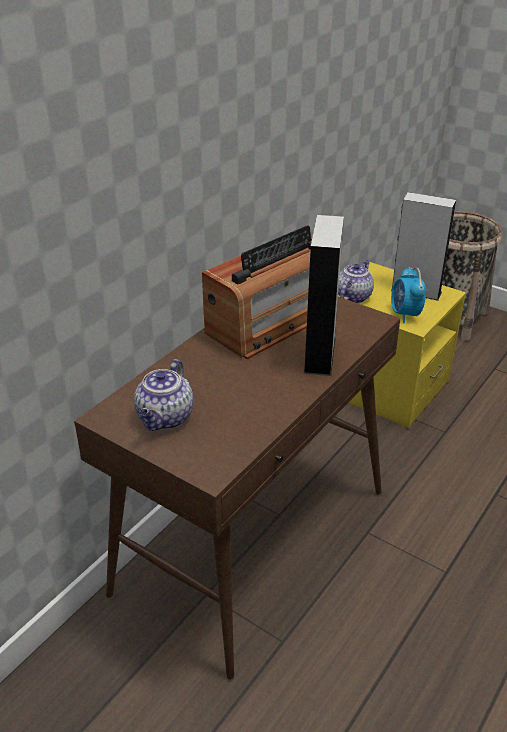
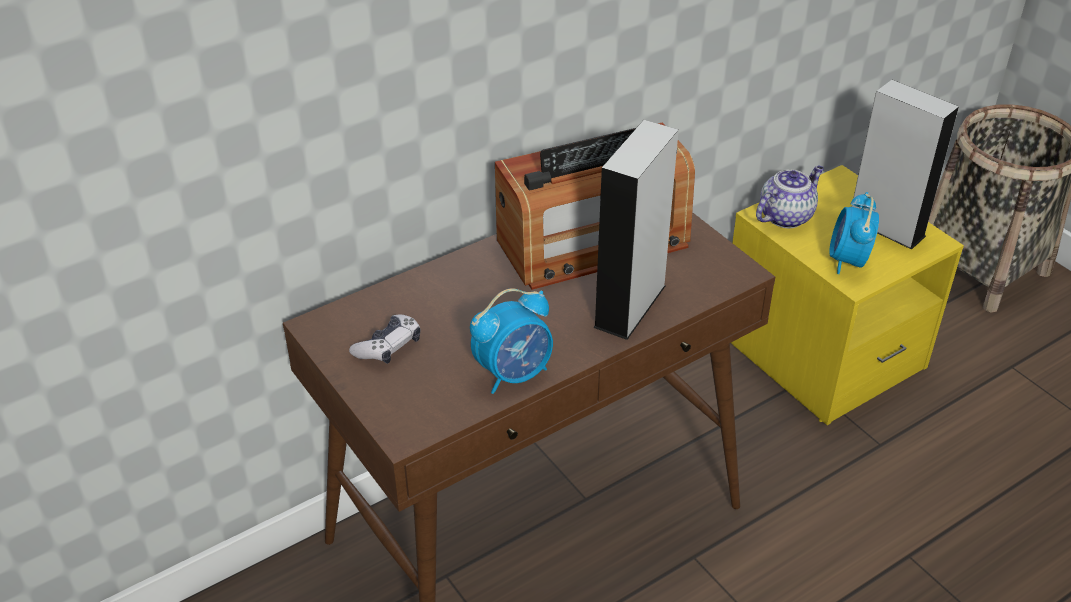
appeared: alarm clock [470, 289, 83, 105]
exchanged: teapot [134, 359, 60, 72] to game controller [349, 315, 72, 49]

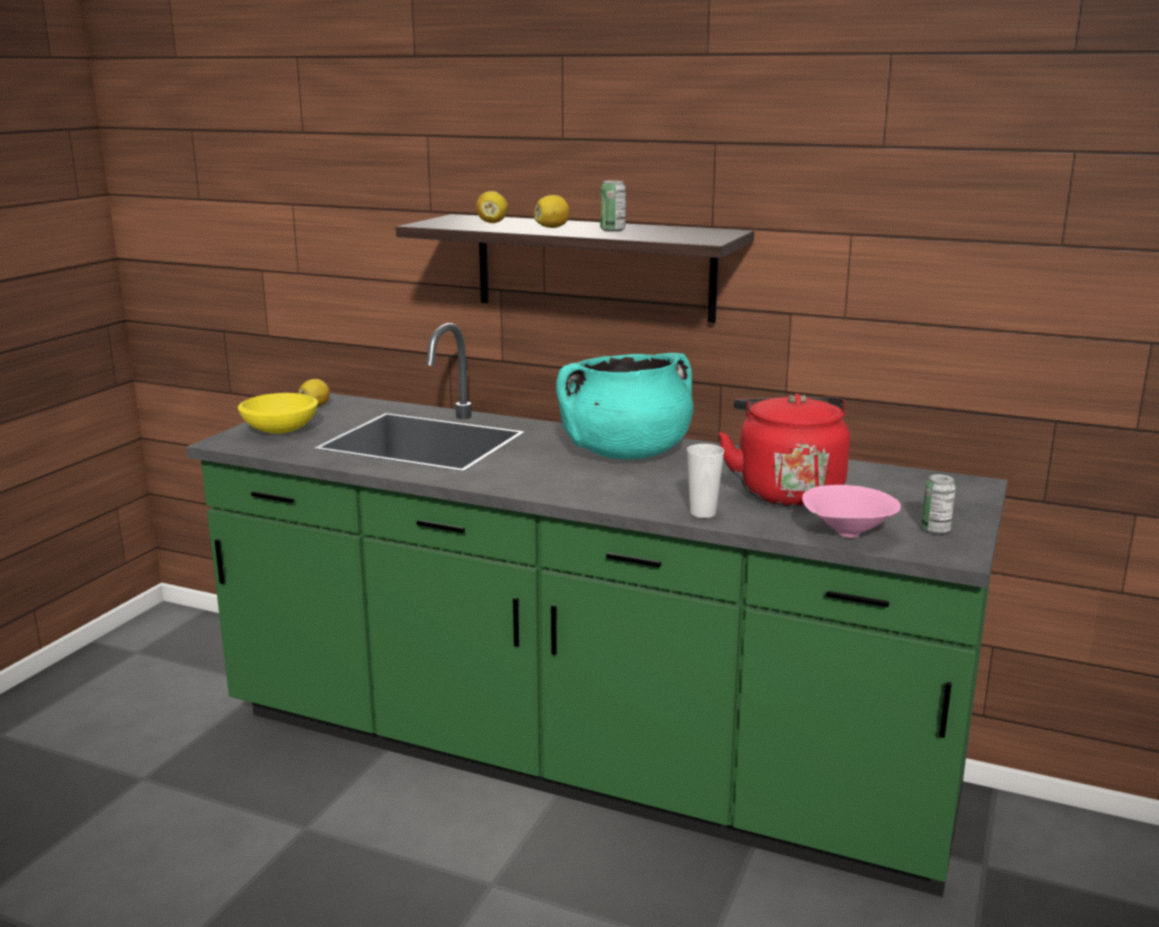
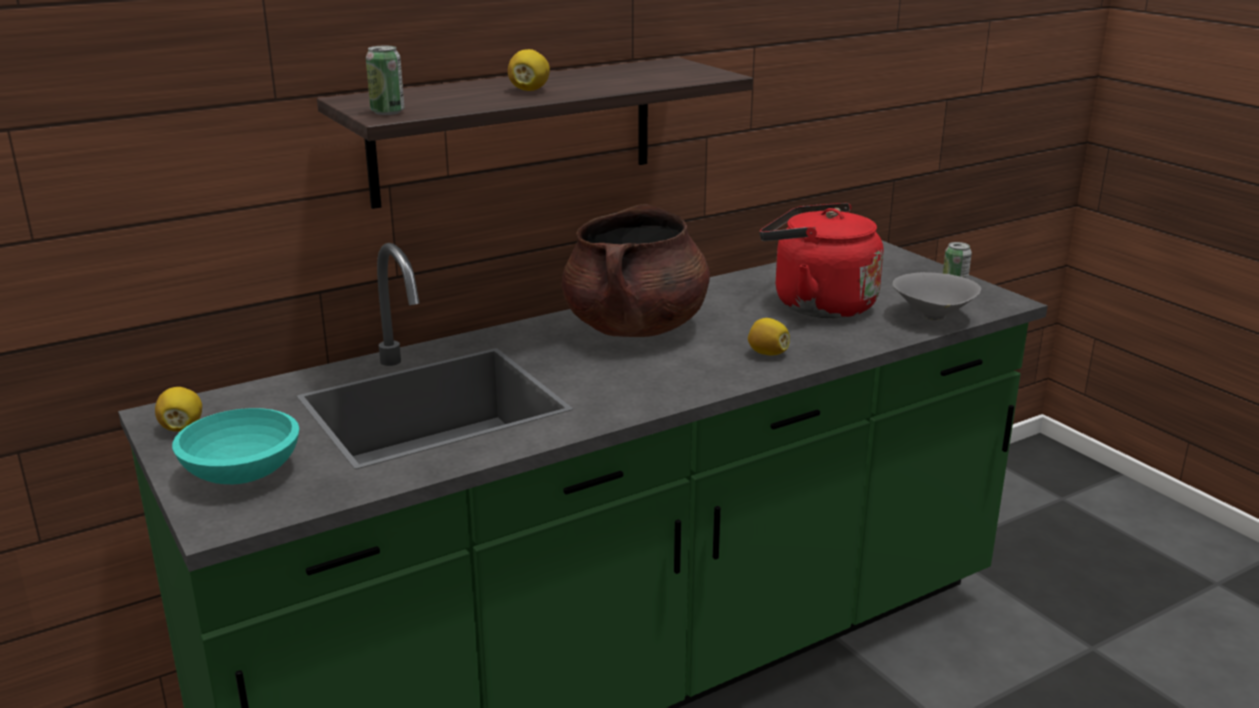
missing: cup [687, 444, 37, 74]
relocated: lemon [476, 191, 32, 32] to [748, 318, 42, 37]; can [600, 181, 26, 51] to [366, 46, 38, 69]
colour: bowl/yellow [238, 393, 80, 41] to bowl/turquoise [172, 408, 127, 76]; cooking pot/turquoise [556, 353, 138, 106] to cooking pot/brown [562, 204, 148, 133]; bowl/pink [802, 485, 99, 53] to bowl/grey [892, 272, 89, 48]

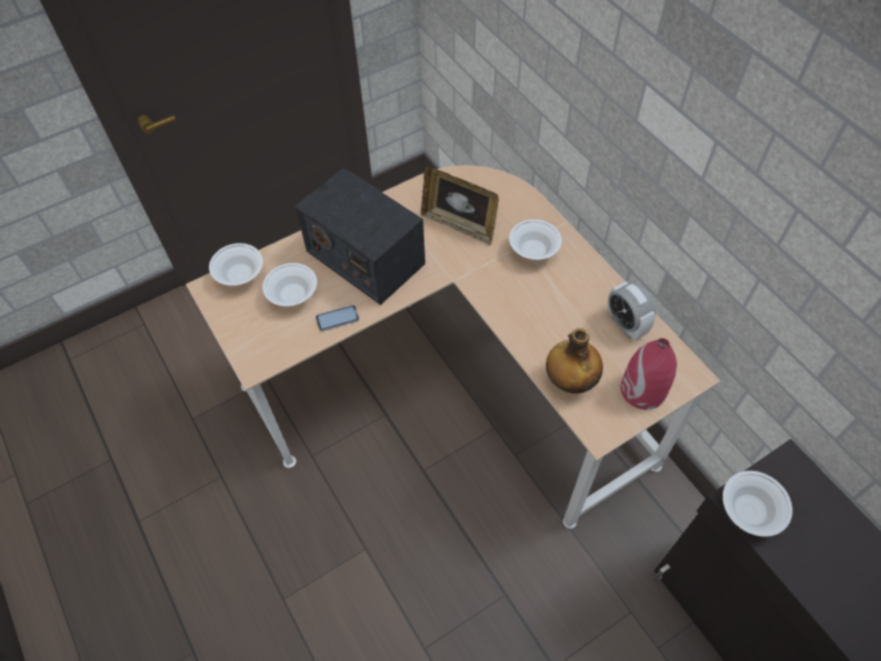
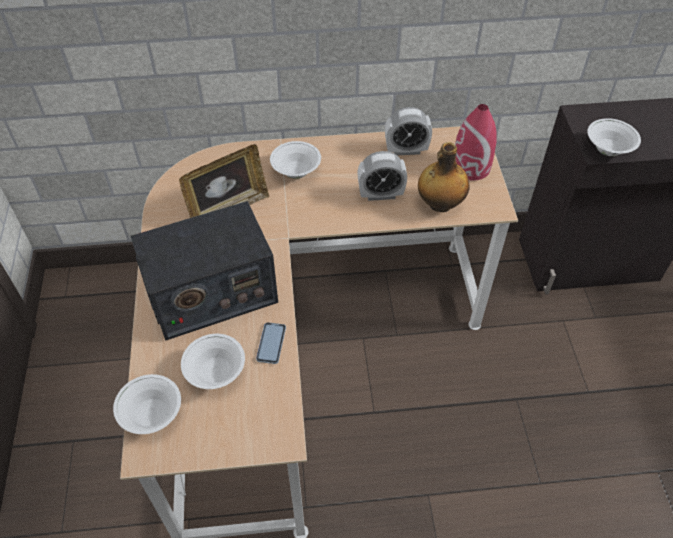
appeared: alarm clock [358, 151, 49, 50]

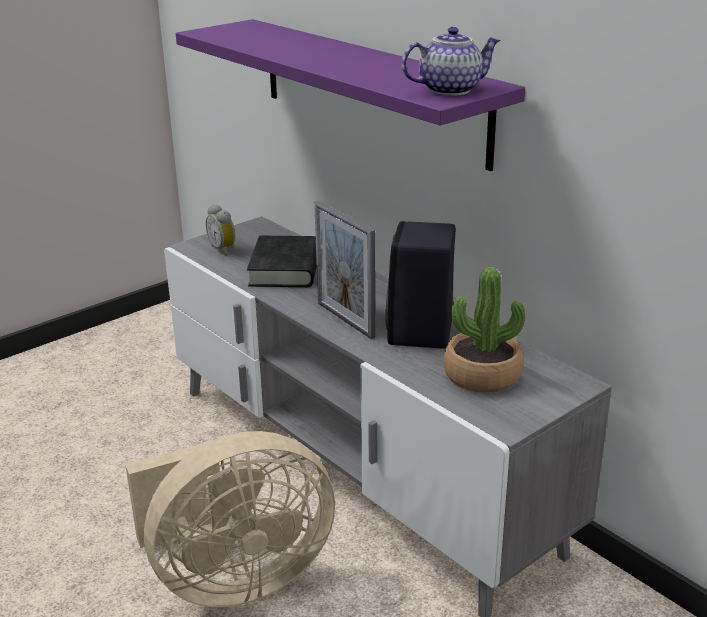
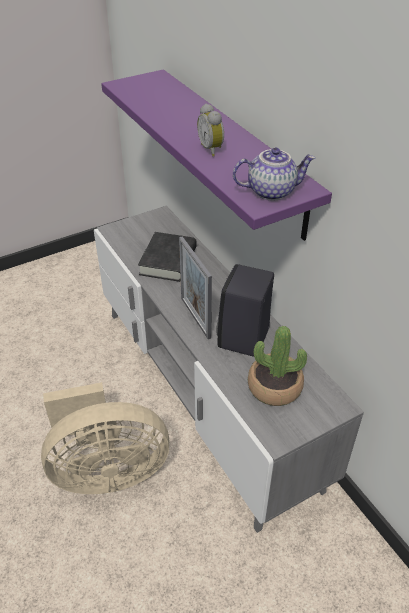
relocated: alarm clock [206, 204, 29, 52] to [197, 103, 27, 53]

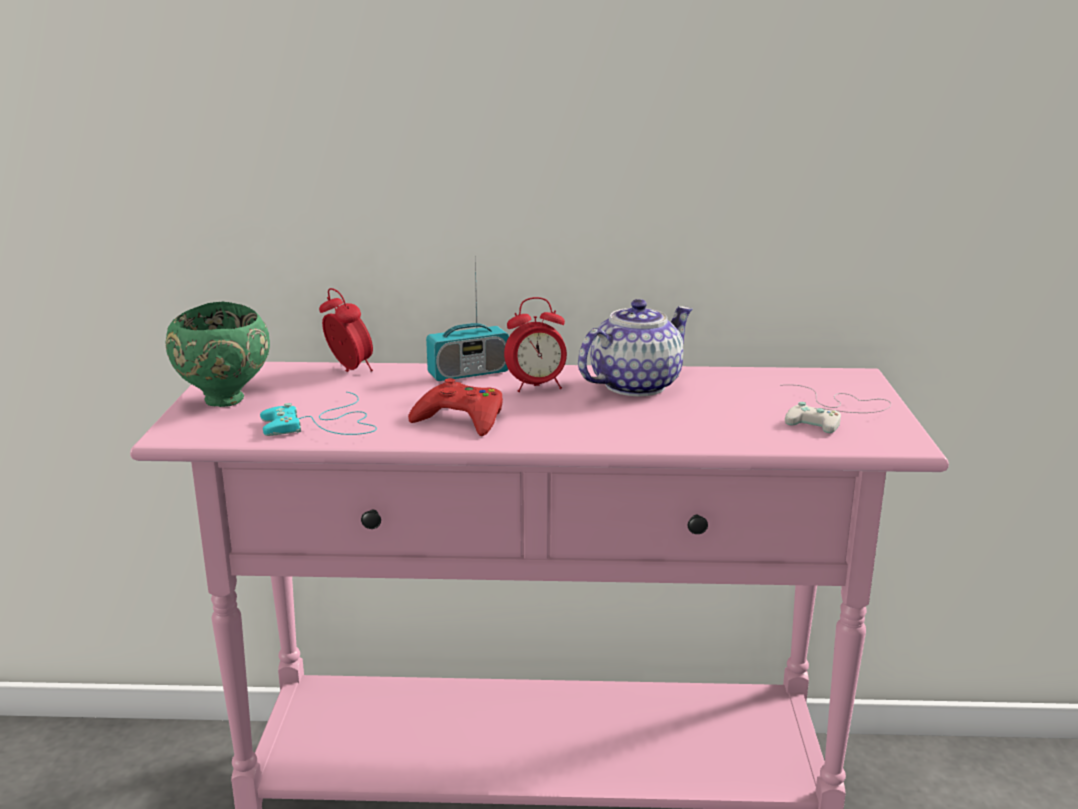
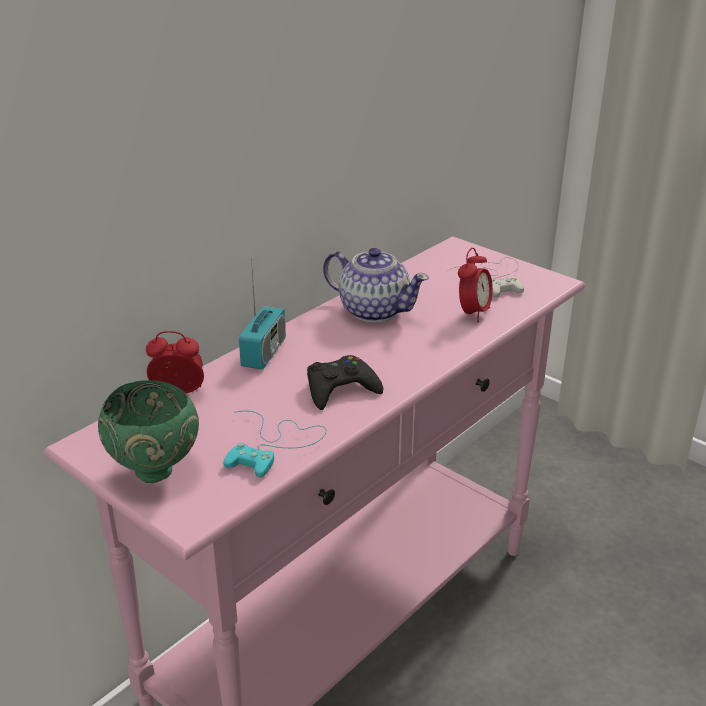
relocated: alarm clock [504, 297, 63, 95] to [458, 248, 35, 74]
colour: game controller/red [408, 378, 95, 58] to game controller/black [307, 355, 76, 55]
spun: teapot [578, 299, 115, 98] = [323, 248, 106, 74] 120 degrees clockwise

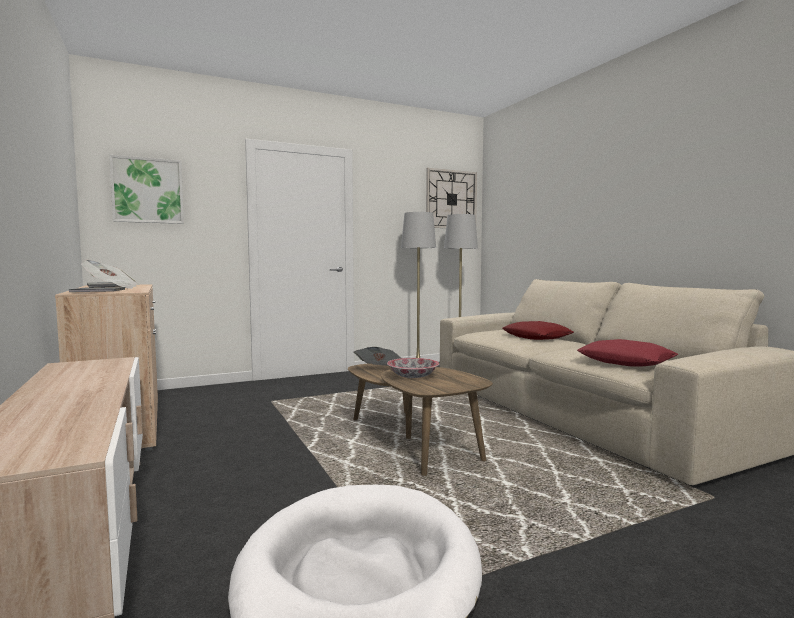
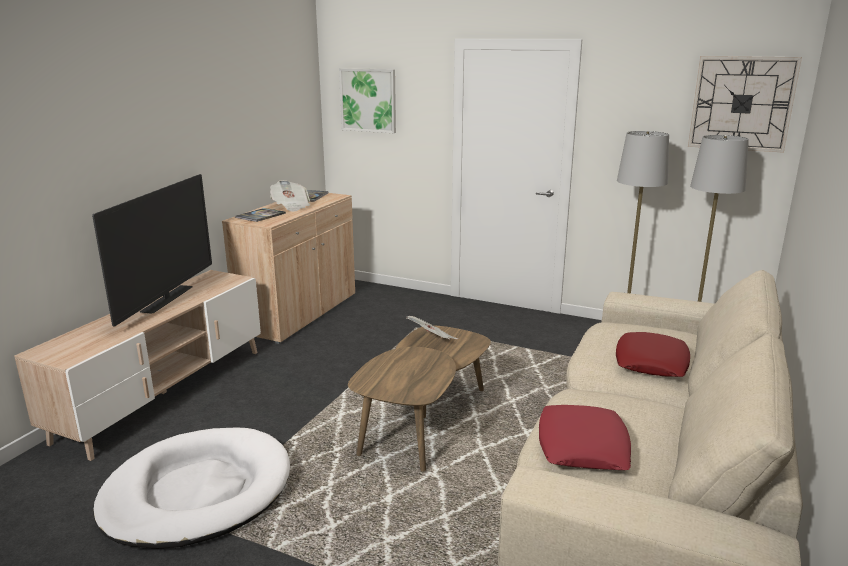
missing: bowl [387, 358, 52, 20]
appeared: television [92, 174, 120, 153]

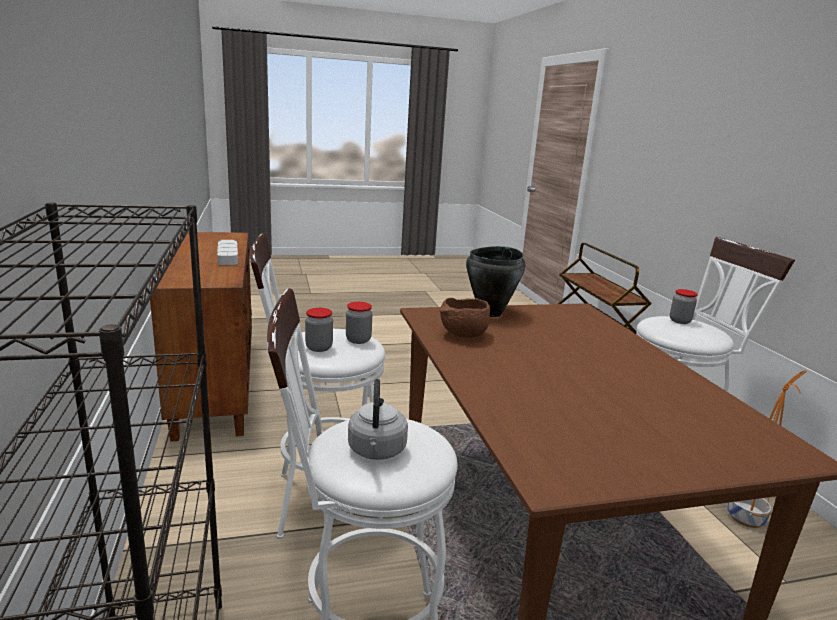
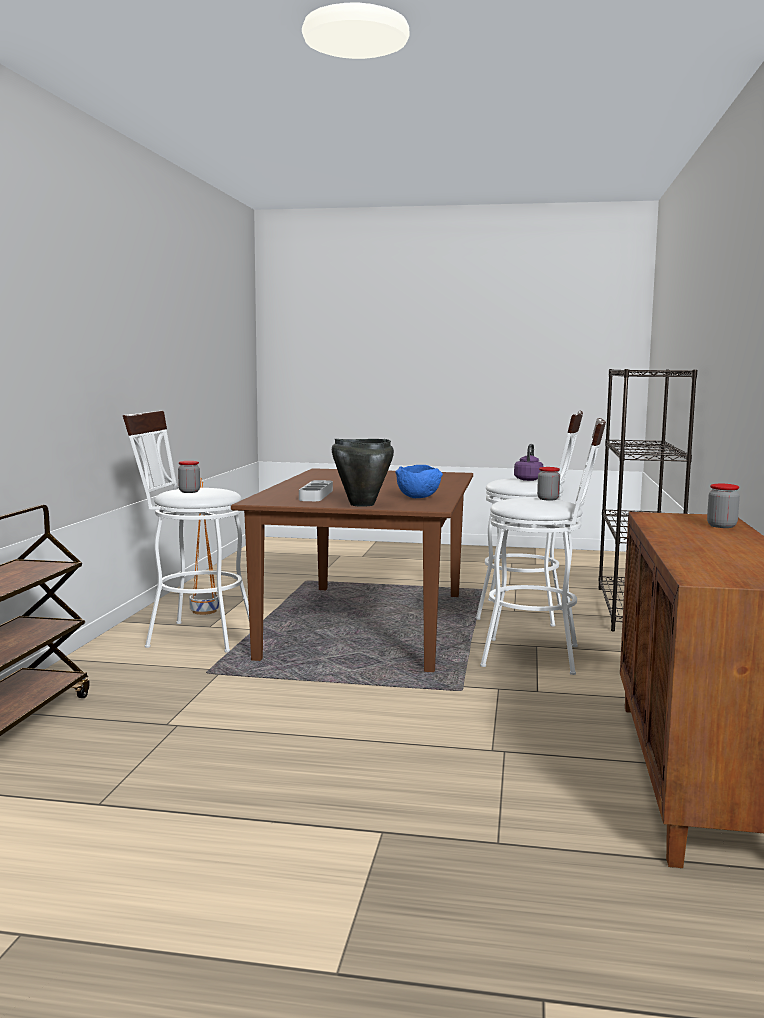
relocated: tray/grey [217, 240, 21, 25] to [299, 480, 34, 21]; jar [346, 302, 26, 42] to [707, 484, 33, 44]
colour: kettle/grey [348, 379, 60, 81] to kettle/purple [514, 444, 30, 37]; bowl/brown [439, 298, 51, 40] to bowl/blue [395, 465, 48, 33]

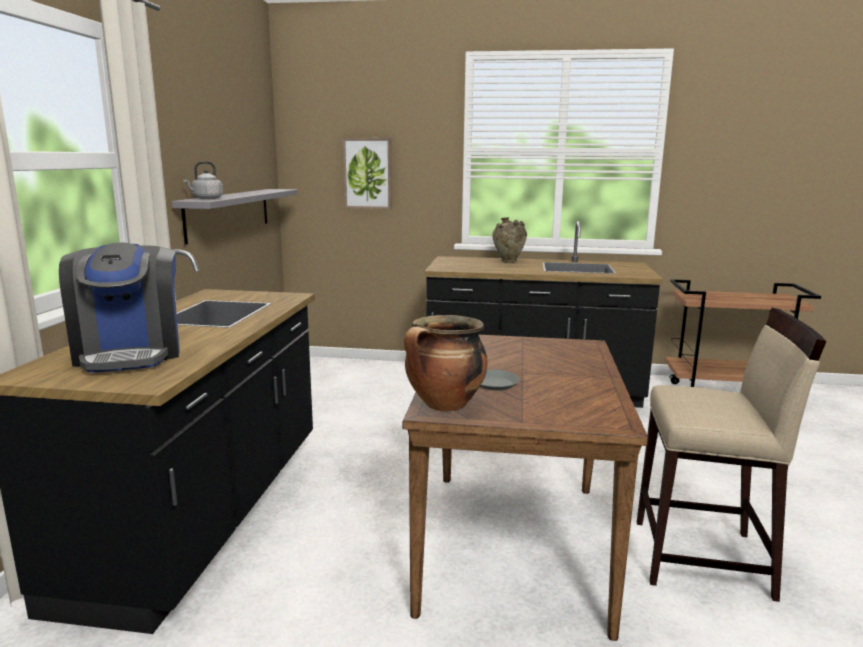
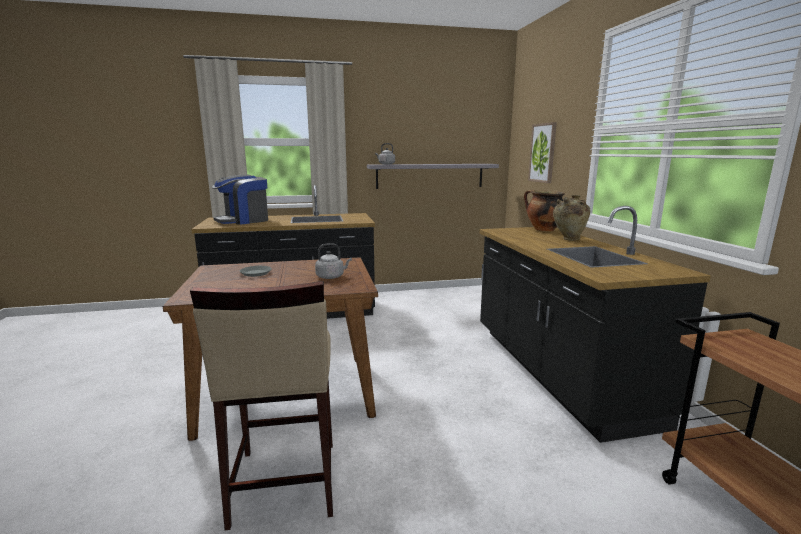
appeared: kettle/grey [315, 243, 37, 36]
relocated: cooking pot [404, 315, 84, 97] to [524, 190, 41, 42]

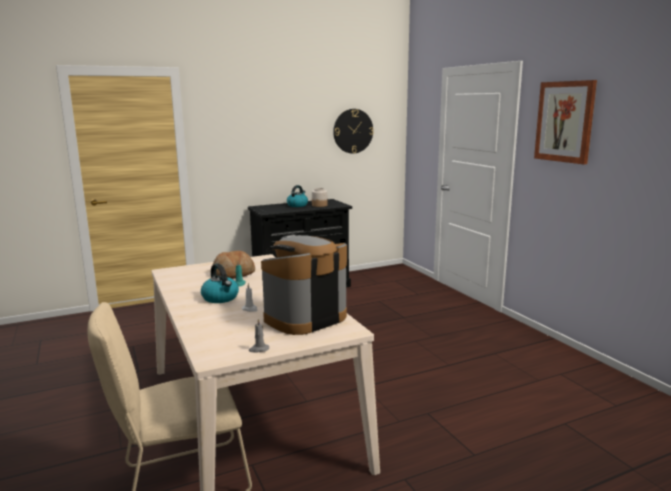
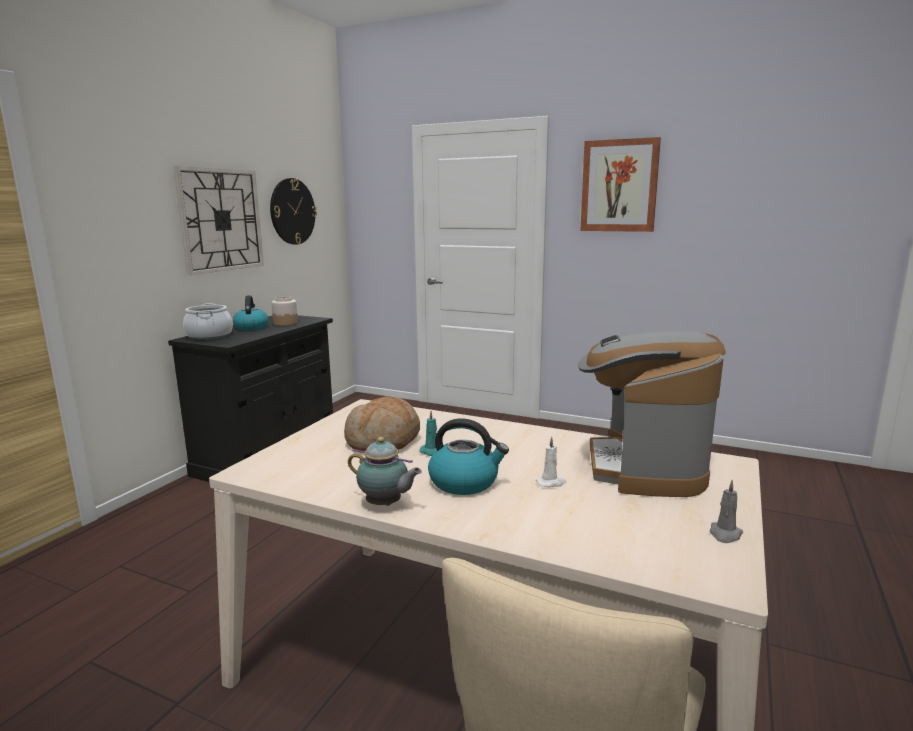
appeared: wall clock [174, 166, 90, 109]; cooking pot [183, 303, 50, 37]; teapot [348, 437, 74, 69]

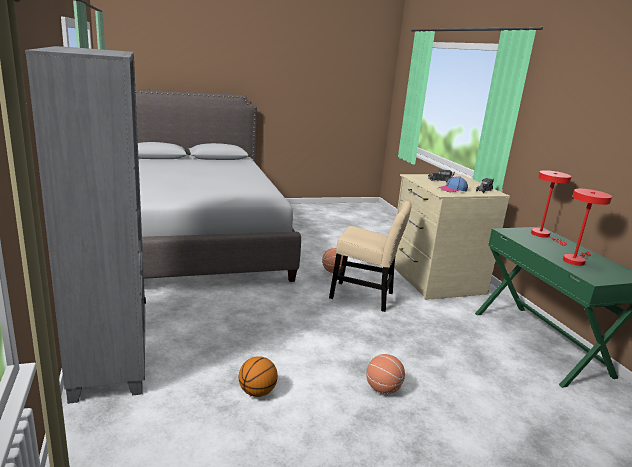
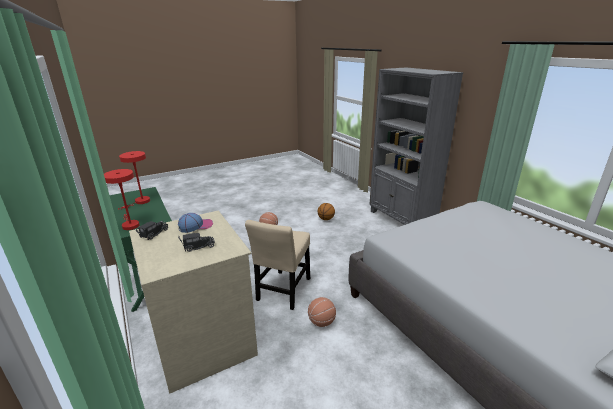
spun: chair/beige [329, 201, 83, 111] = [245, 220, 65, 90] 75 degrees counterclockwise

